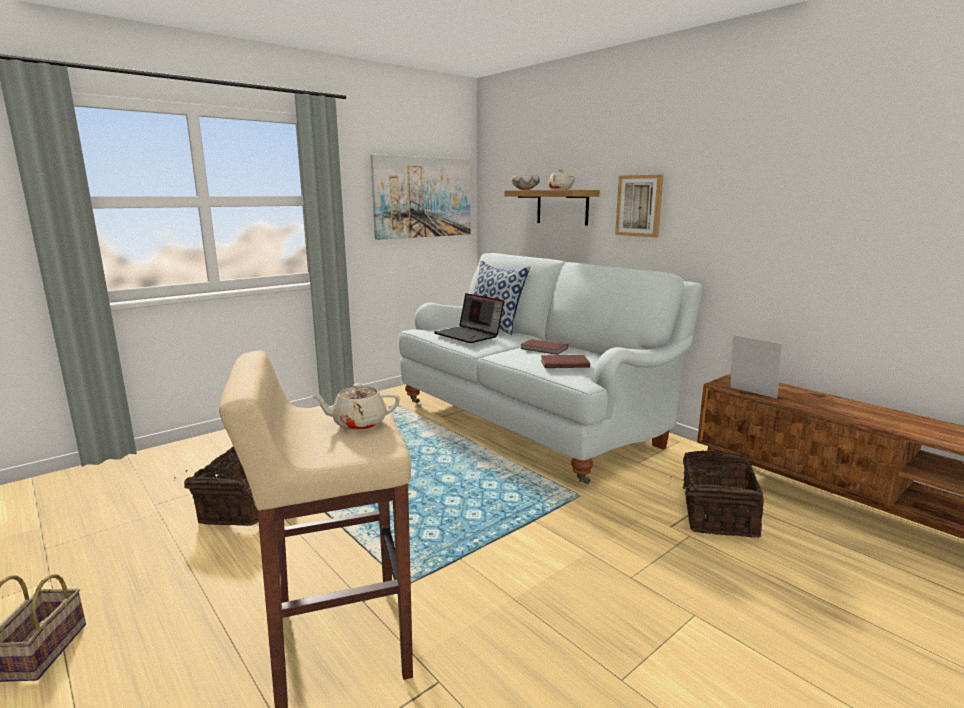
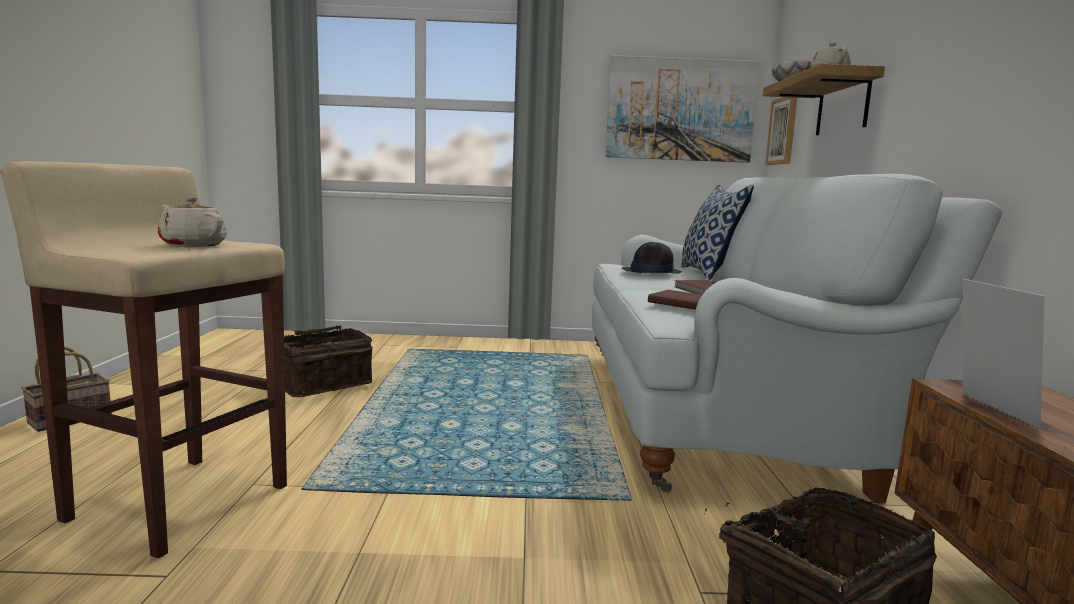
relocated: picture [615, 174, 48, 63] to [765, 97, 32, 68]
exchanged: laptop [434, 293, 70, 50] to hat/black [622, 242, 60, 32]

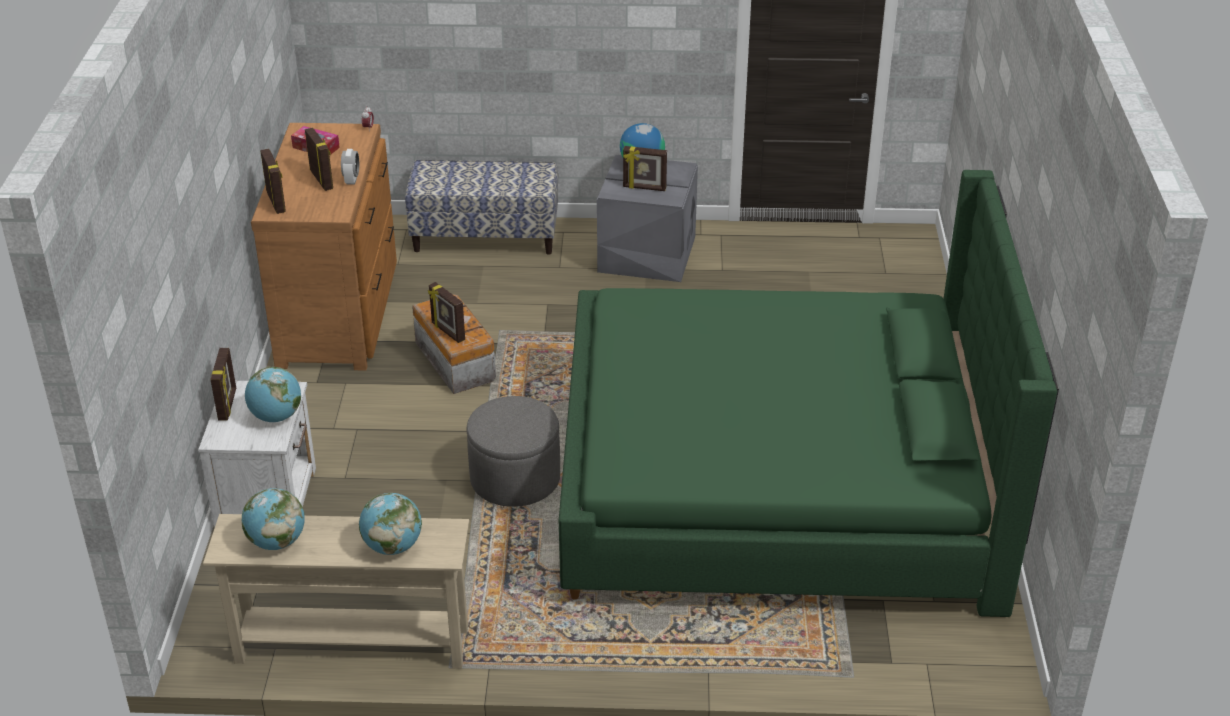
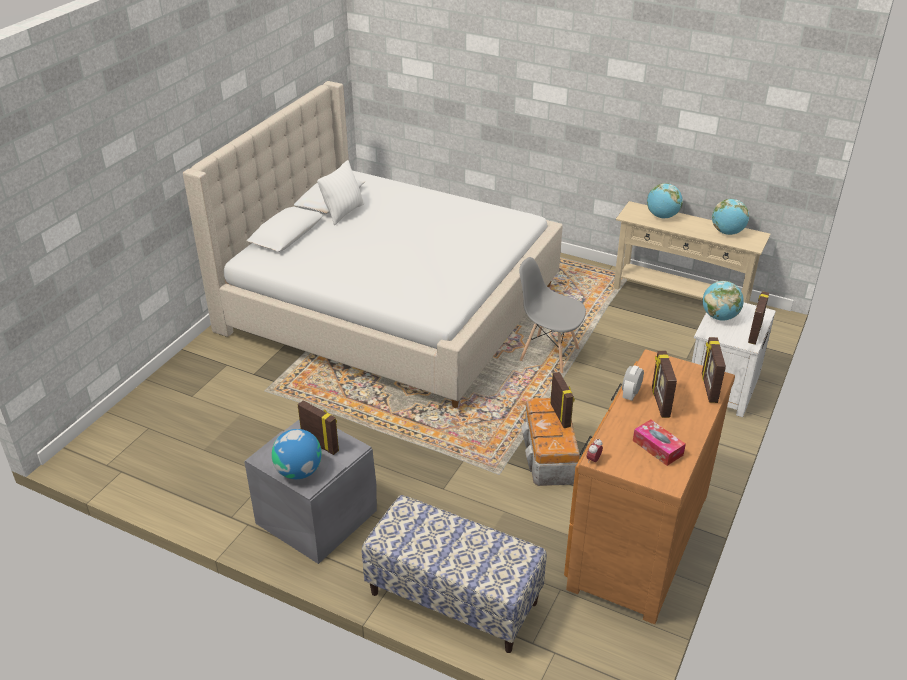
appeared: pillow/white [317, 160, 47, 65]
exchanged: ottoman/grey [467, 396, 93, 111] to chair/grey [519, 257, 67, 116]
colour: bed/green [559, 170, 500, 447] to bed/beige [183, 81, 380, 327]

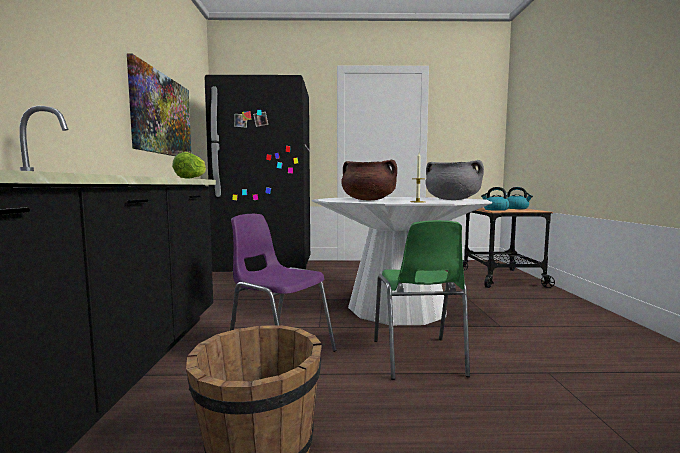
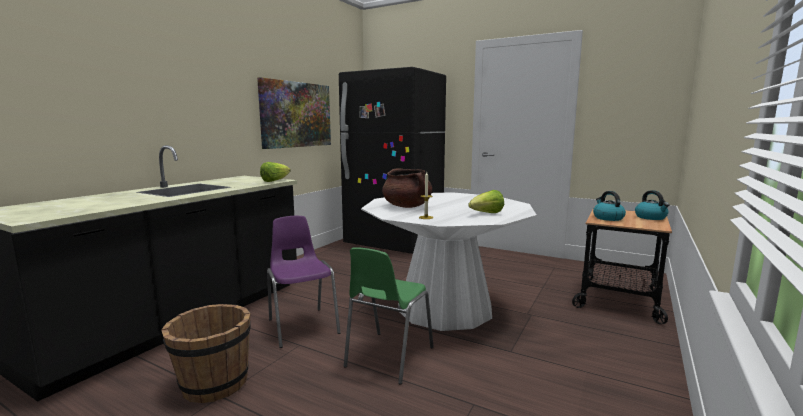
exchanged: cooking pot/grey [425, 160, 59, 40] to lettuce [468, 190, 36, 23]

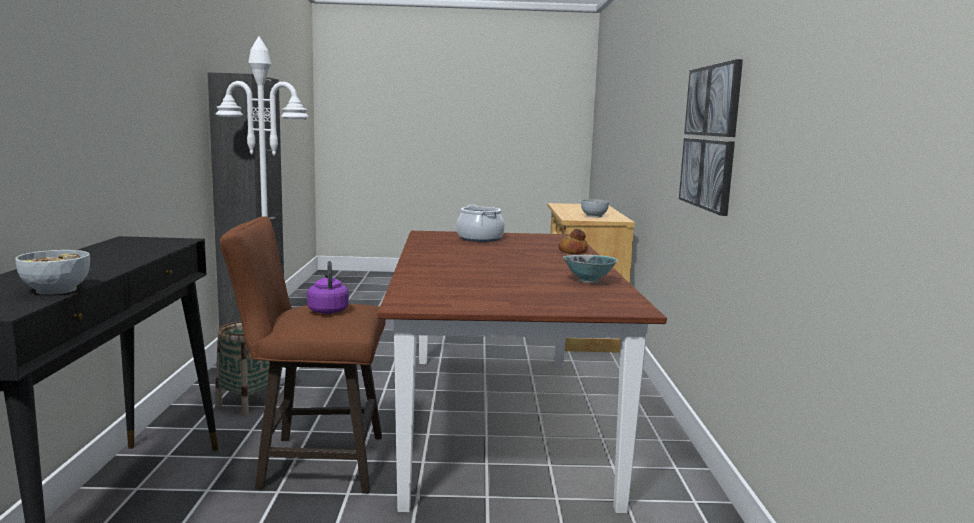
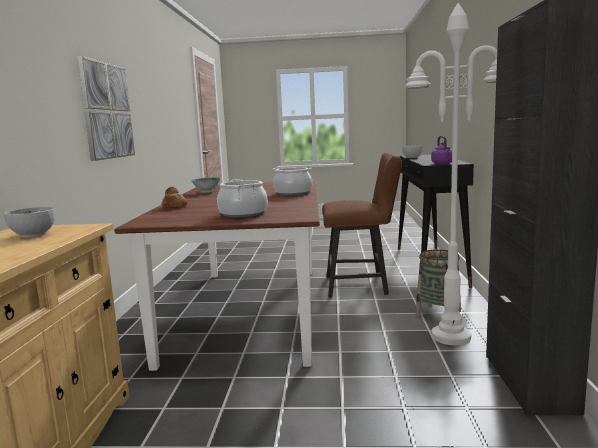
appeared: cooking pot [273, 167, 39, 28]
relocated: kettle/purple [307, 261, 42, 53] to [431, 136, 21, 28]

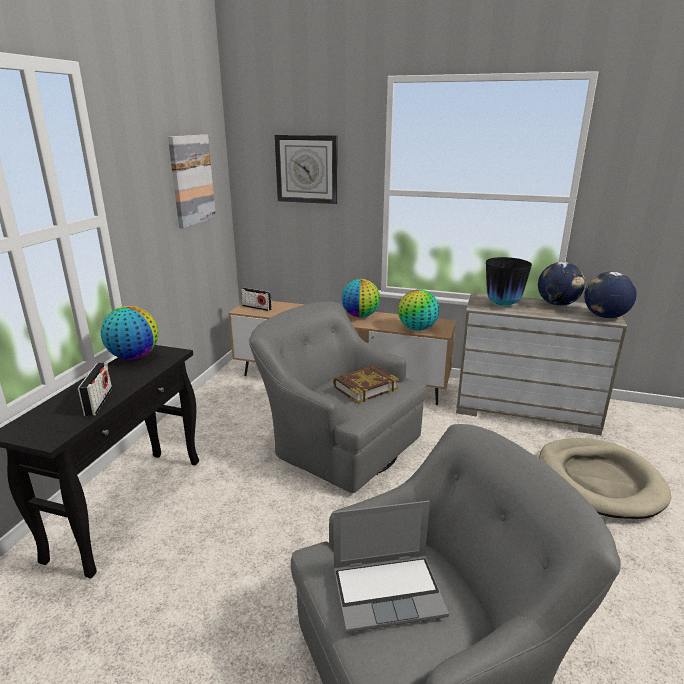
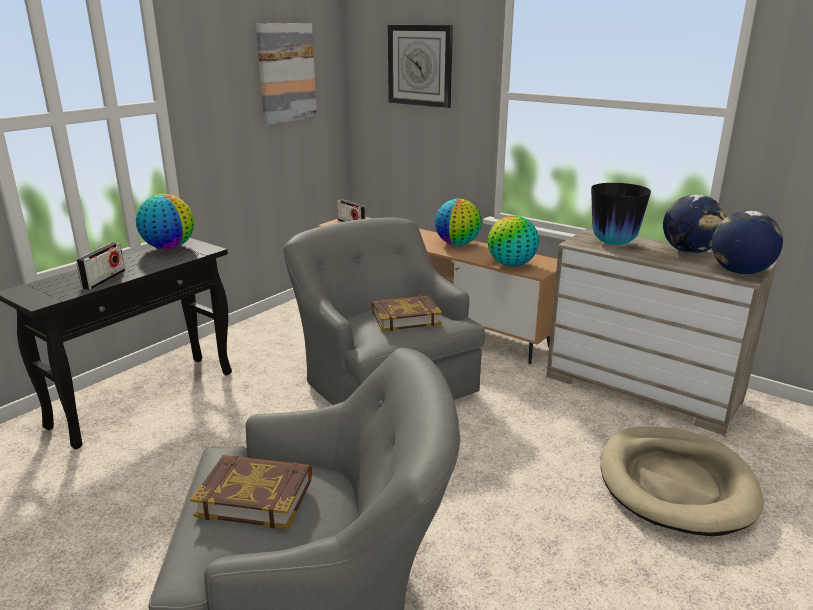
exchanged: laptop [333, 501, 116, 132] to book [190, 455, 122, 74]

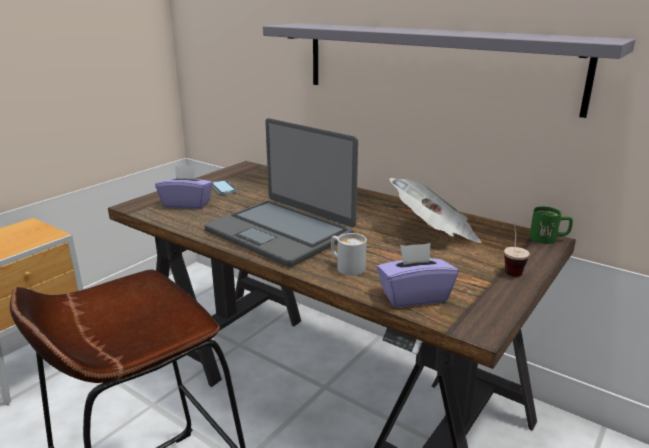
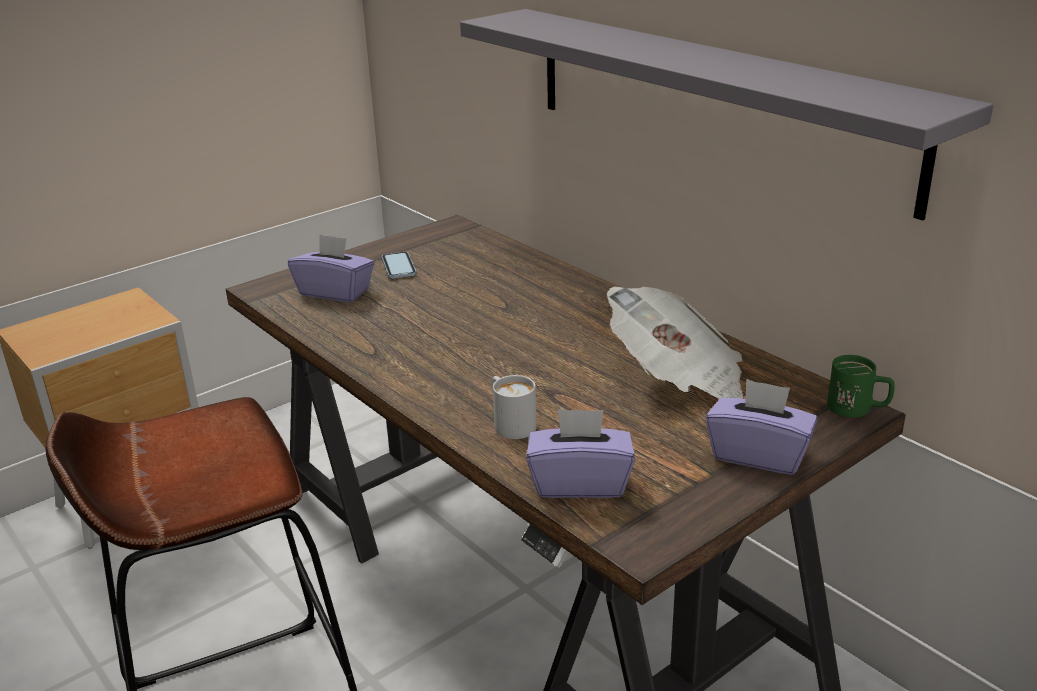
missing: laptop [204, 118, 154, 149]
exchanged: cup [504, 224, 26, 53] to tissue box/purple [706, 379, 112, 96]

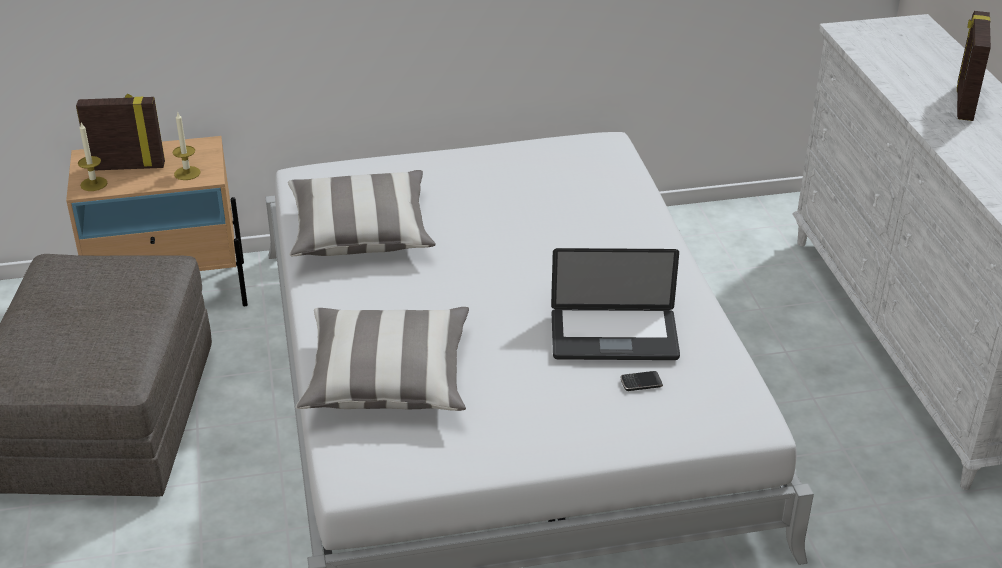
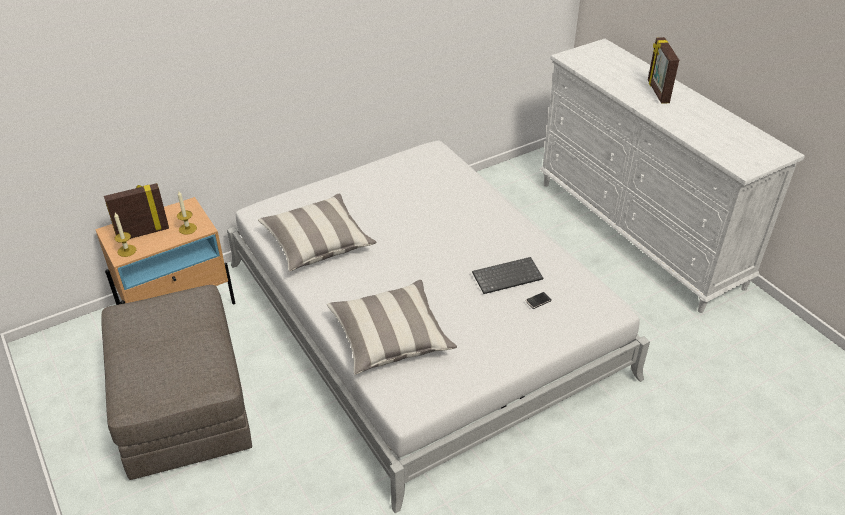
exchanged: laptop [551, 248, 129, 112] to keyboard [472, 257, 71, 37]

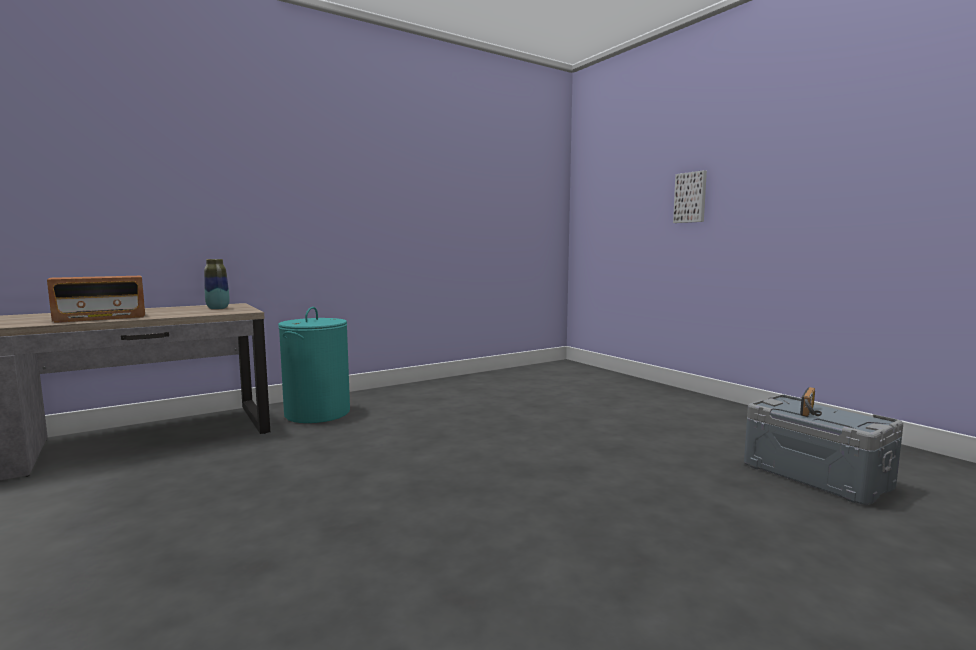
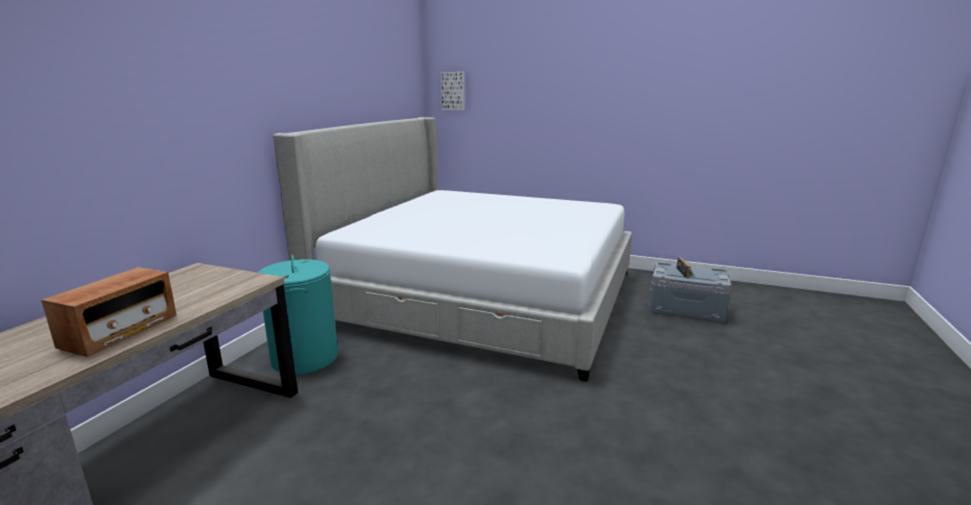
missing: vase [204, 259, 26, 51]
appeared: bed [273, 117, 359, 264]
relocated: picture [673, 170, 34, 53] to [441, 72, 24, 38]

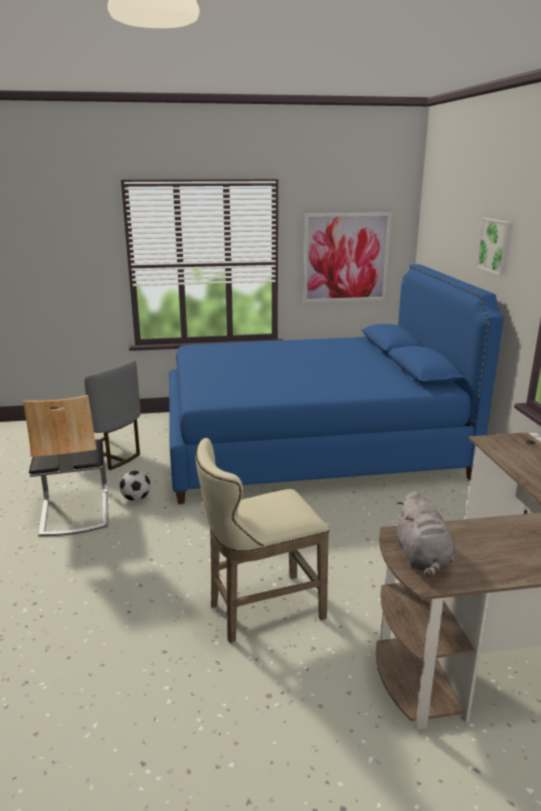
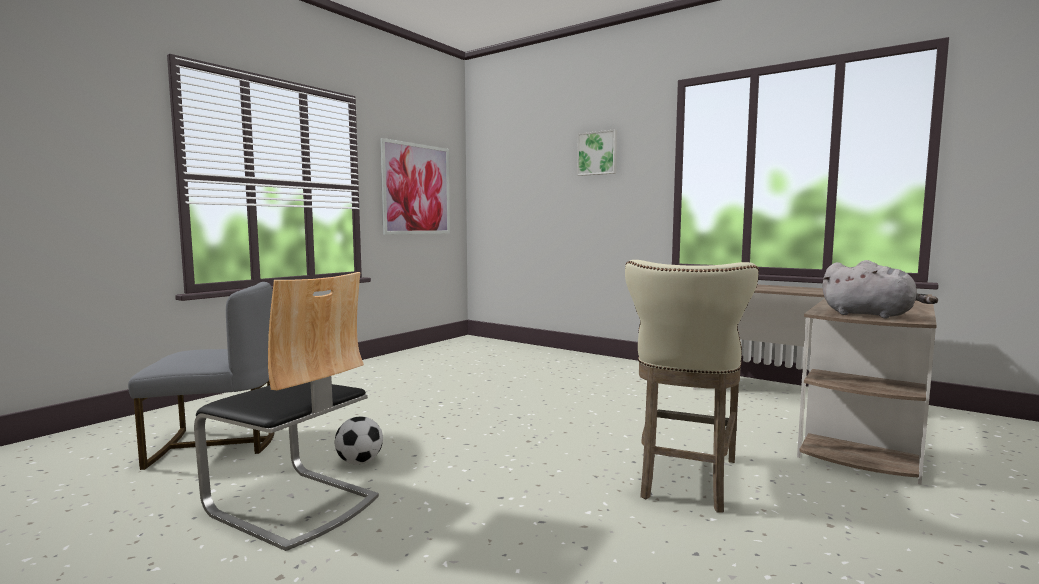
missing: bed/blue [169, 264, 335, 240]

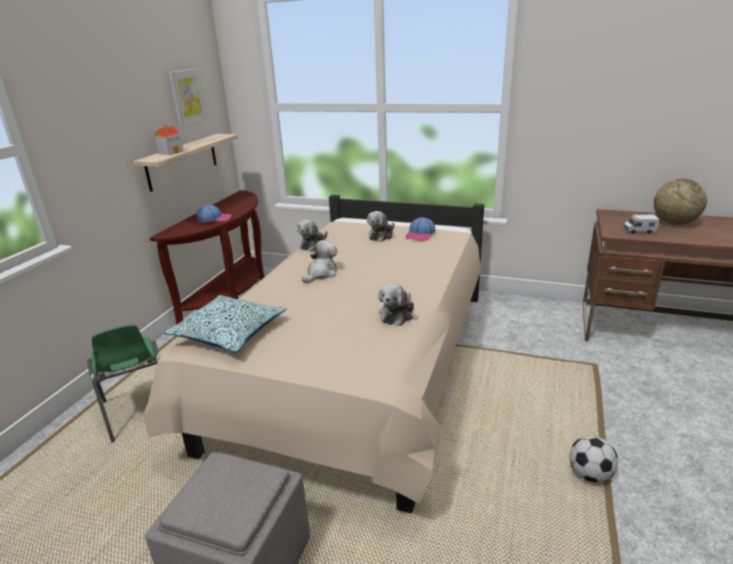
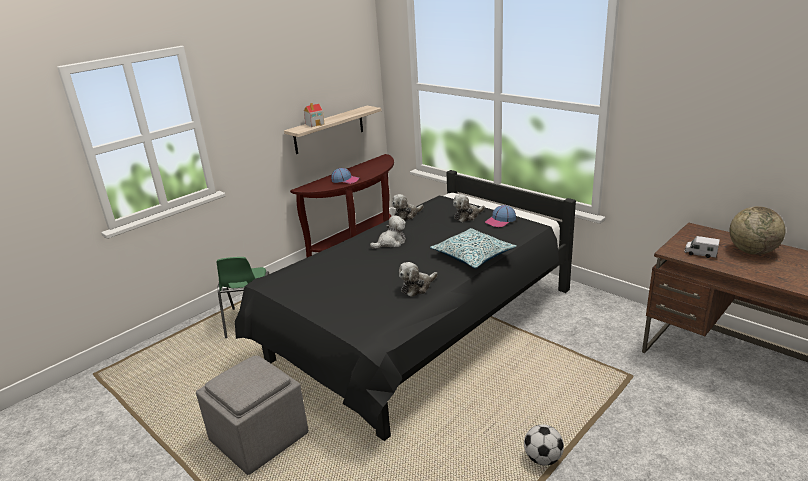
missing: picture [168, 68, 40, 58]
relocated: pillow [164, 295, 123, 58] to [430, 228, 87, 41]
colour: bed/beige [143, 195, 341, 319] to bed/black [235, 170, 341, 271]

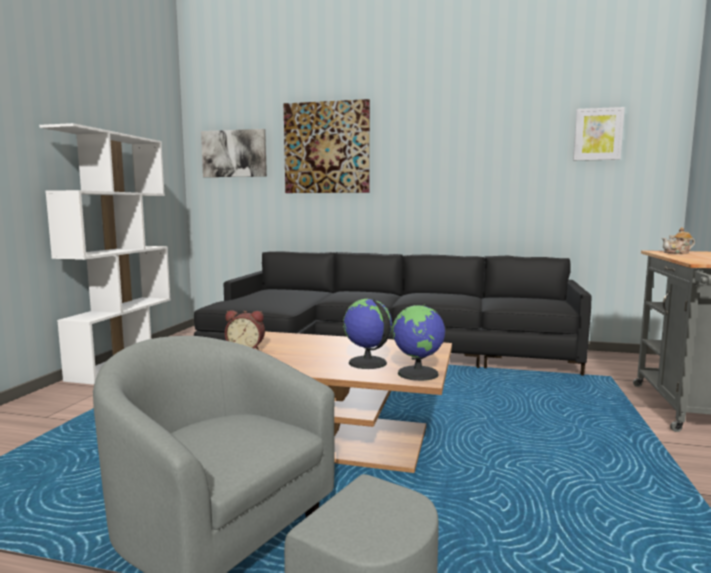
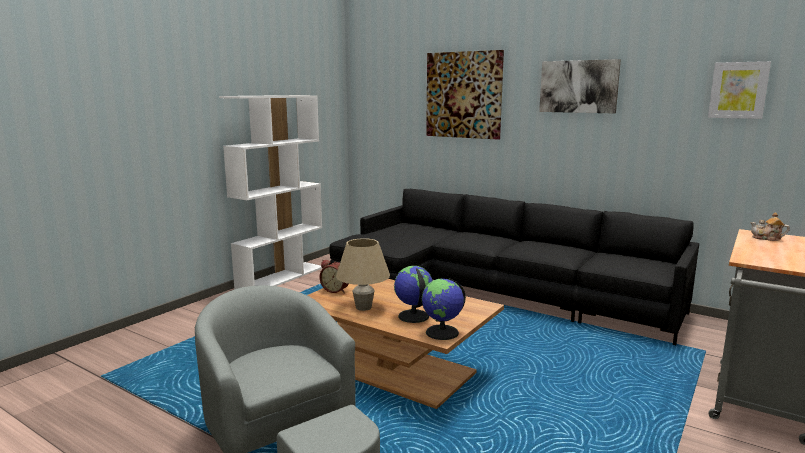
appeared: table lamp/beige [336, 238, 54, 73]
relocated: picture [201, 129, 66, 48] to [539, 59, 82, 54]

